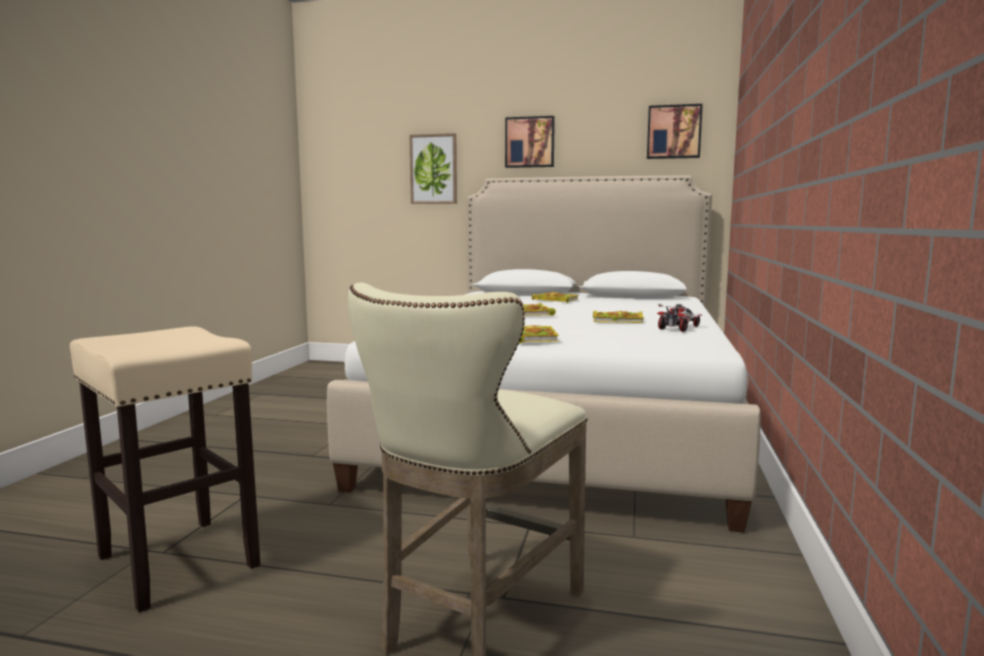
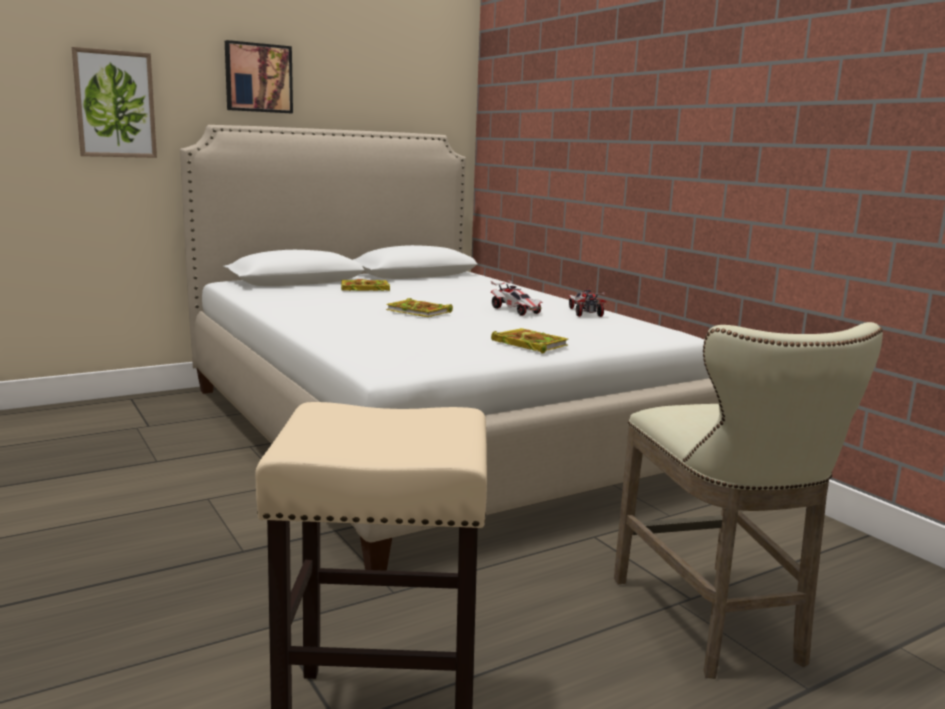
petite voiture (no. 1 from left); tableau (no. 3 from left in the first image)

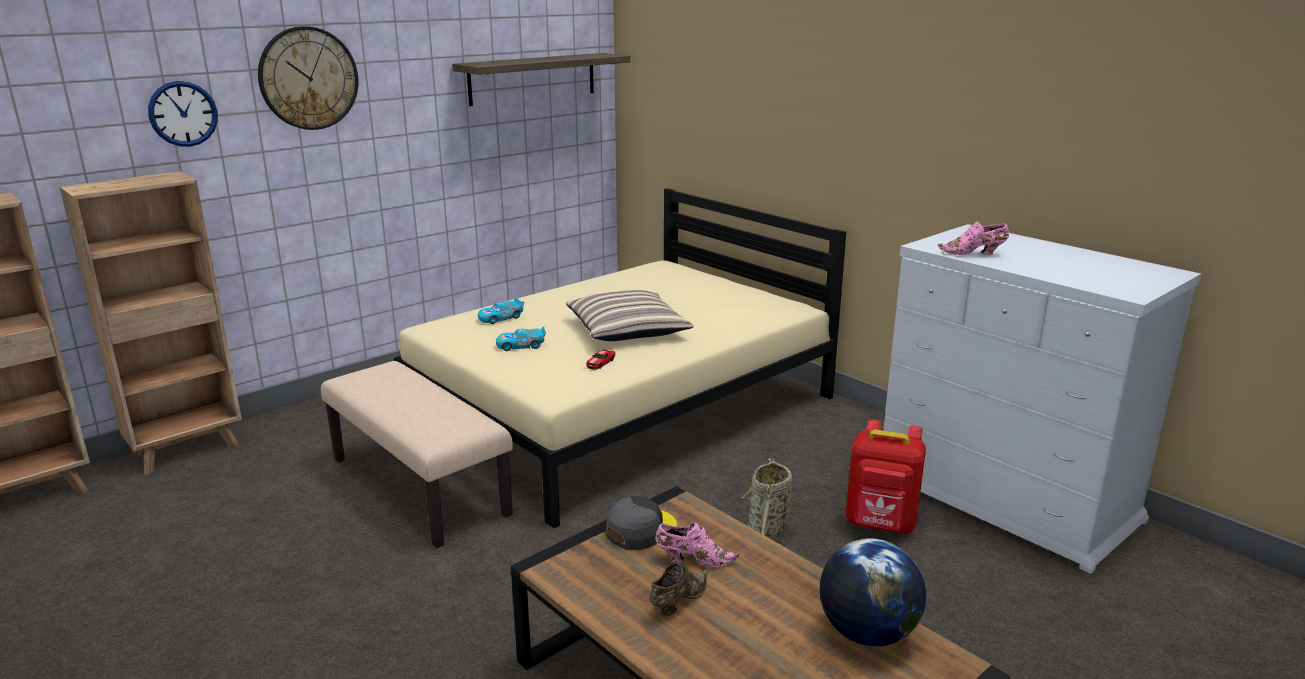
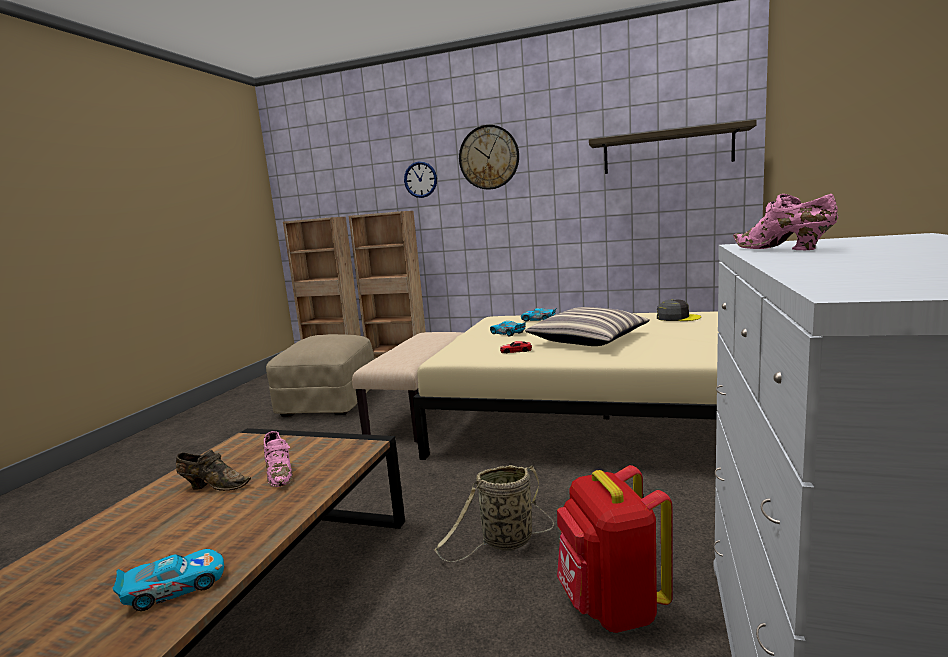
casquette [gris]; petite voiture (no. 1 from left); pouf [beige]

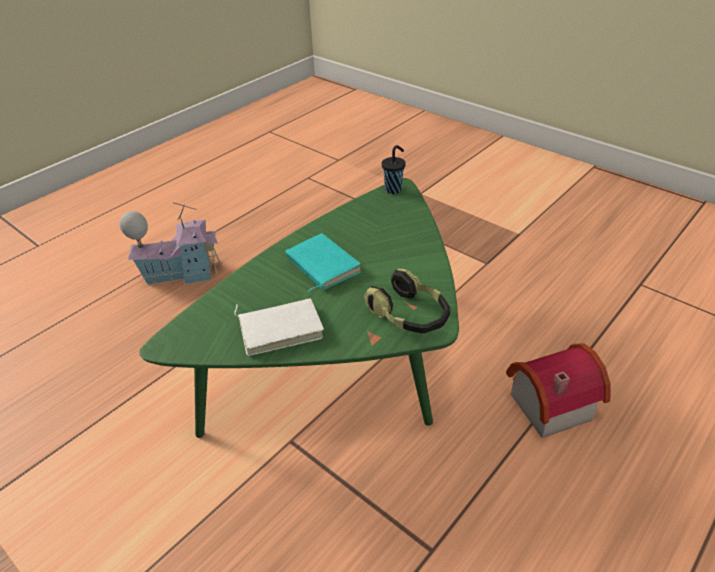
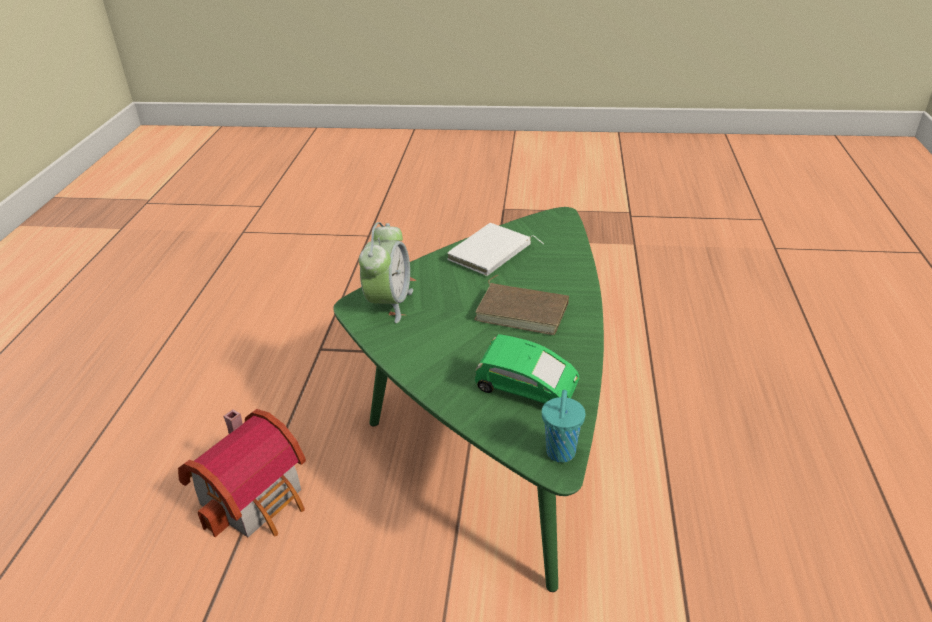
maison miniature (no. 1 from left in the first image); livre [marron]; réveil; tasse [turquoise]; petite voiture [vert]

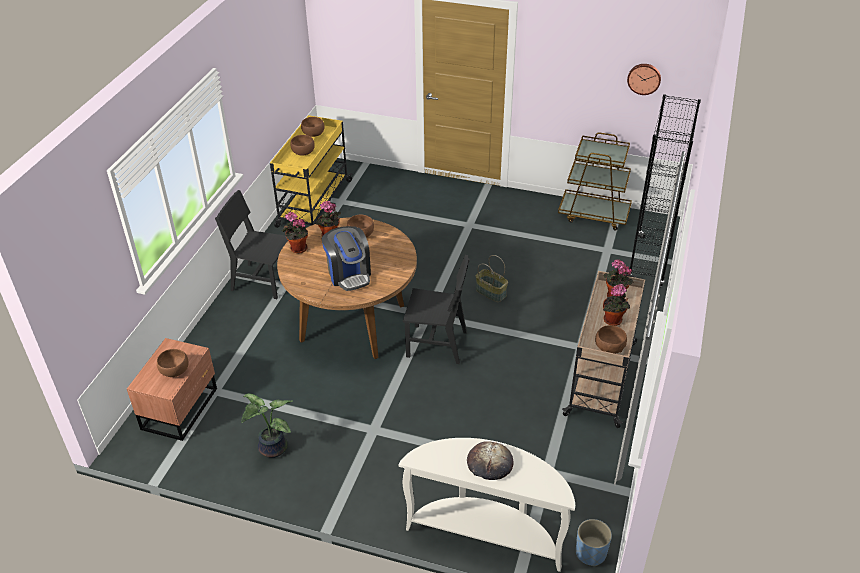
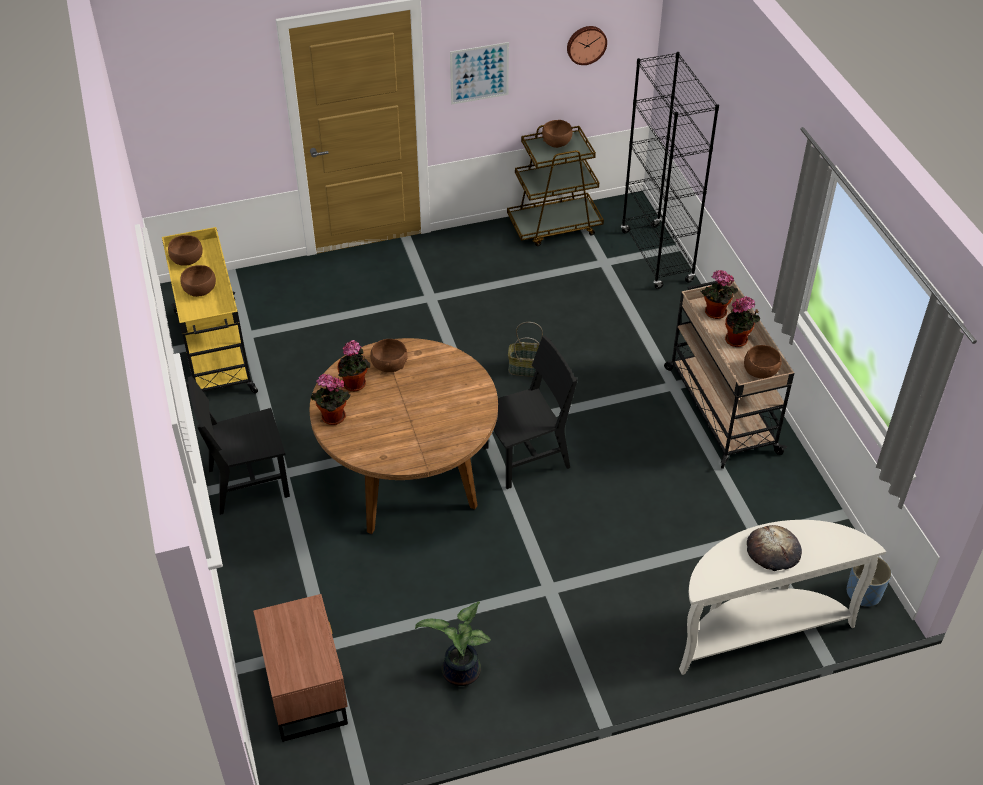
bol [marron] (no. 4 from left); machine à café; tableau

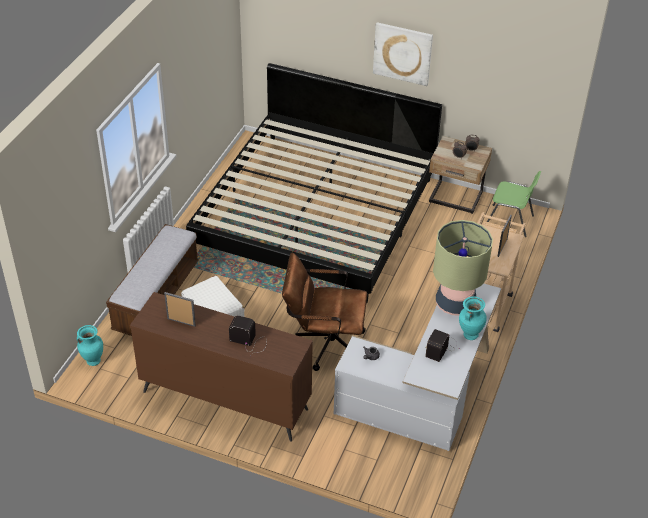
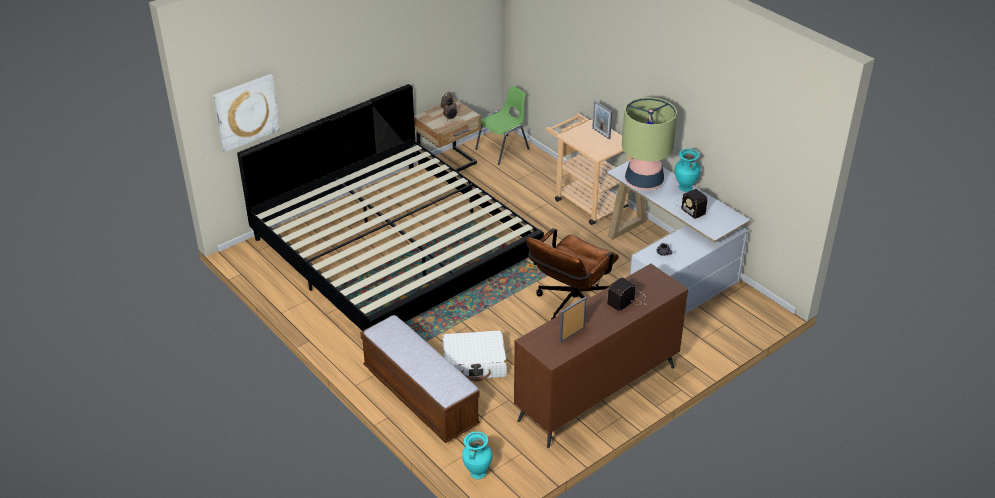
tableau

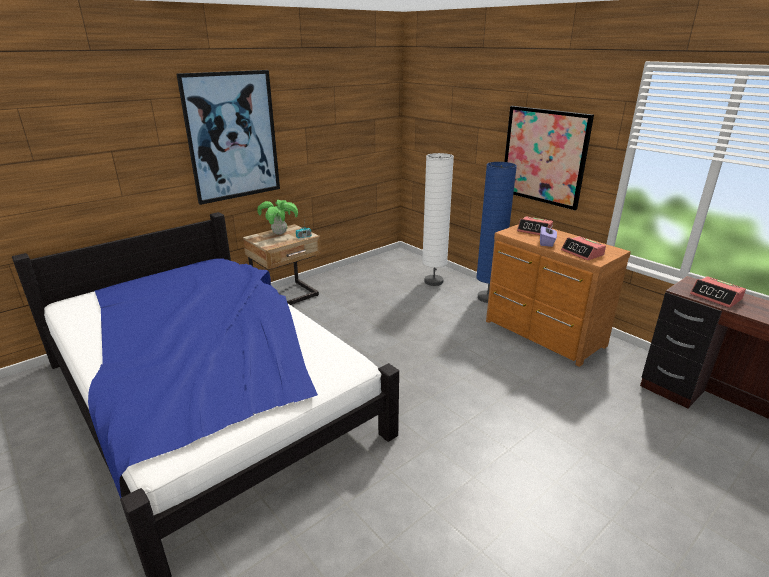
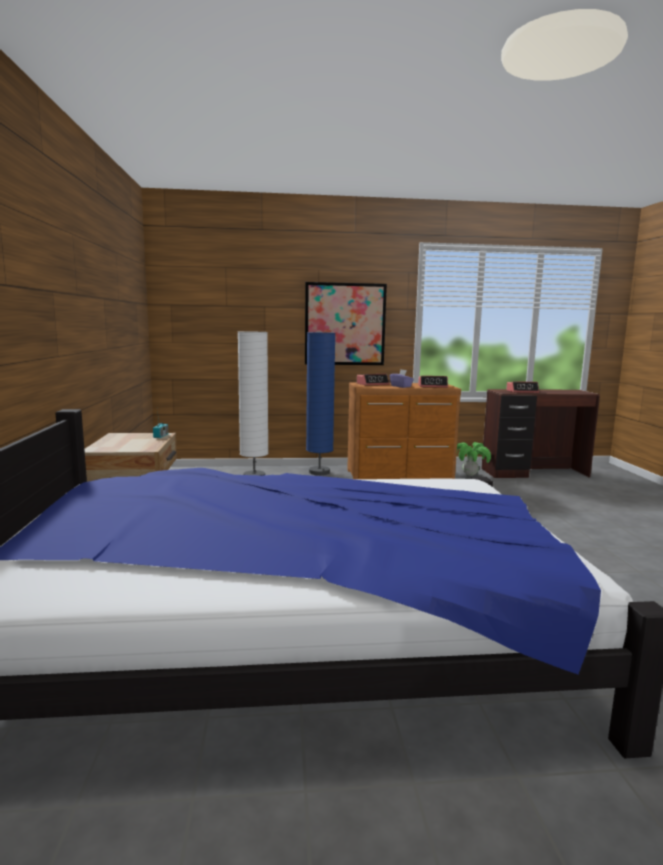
tableau (no. 1 from left in the first image); plante en pot

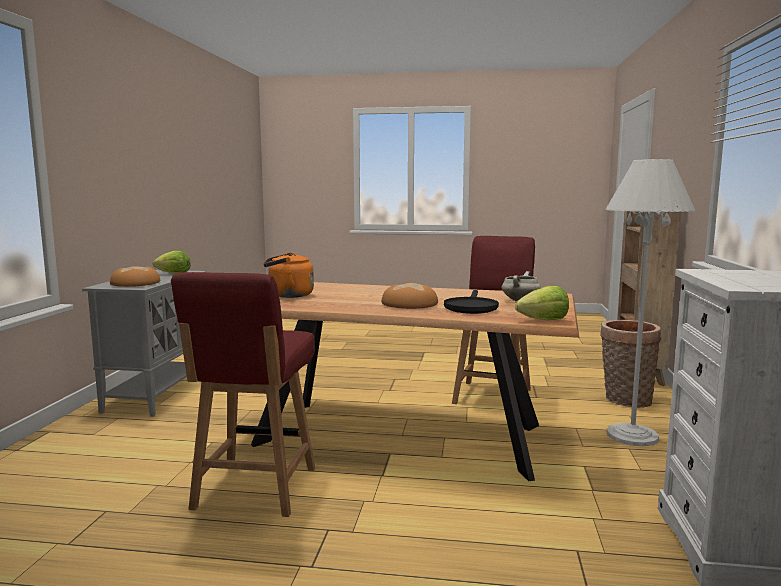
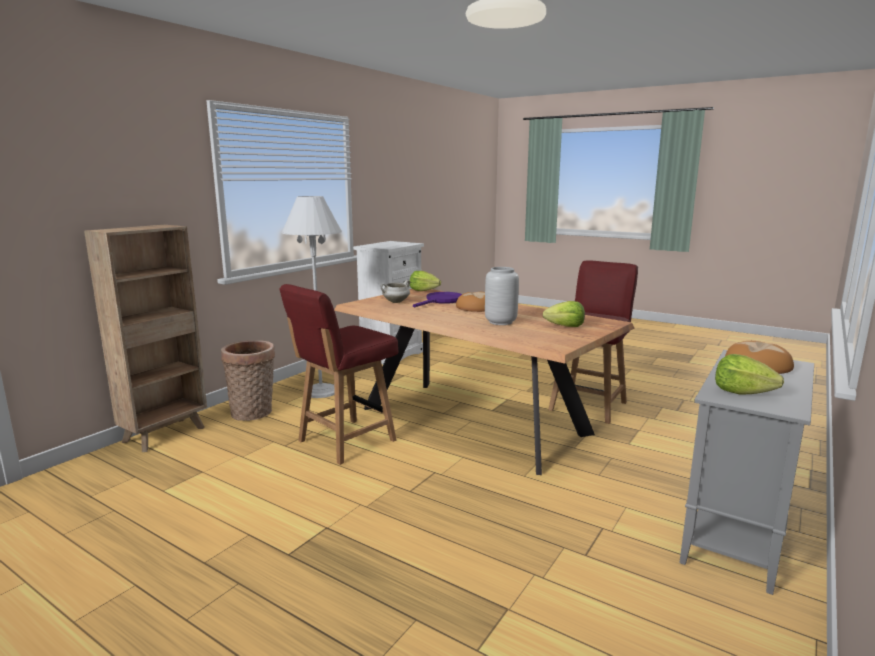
laitue (no. 2 from left); poêle [violet]; vase [gris]

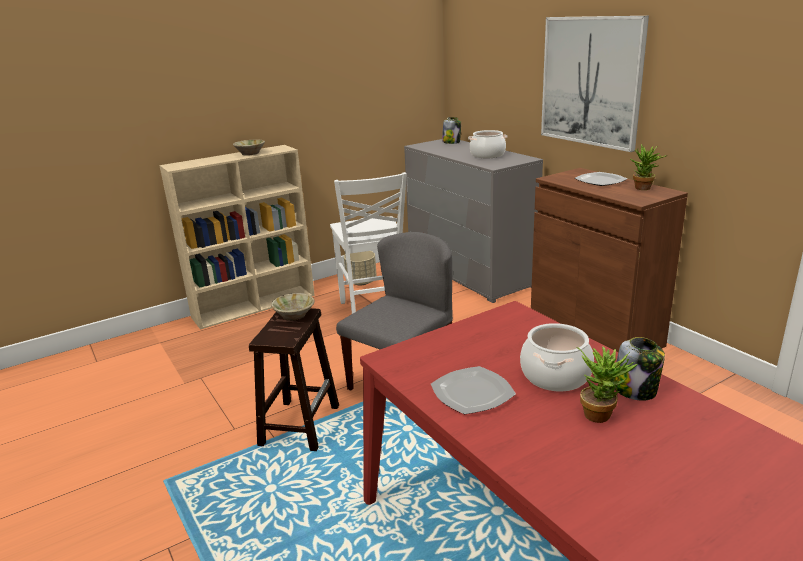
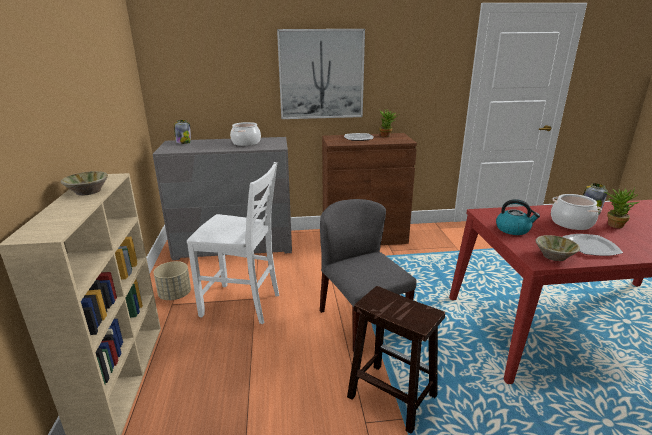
bol [beige] (no. 2 from left); bouilloire

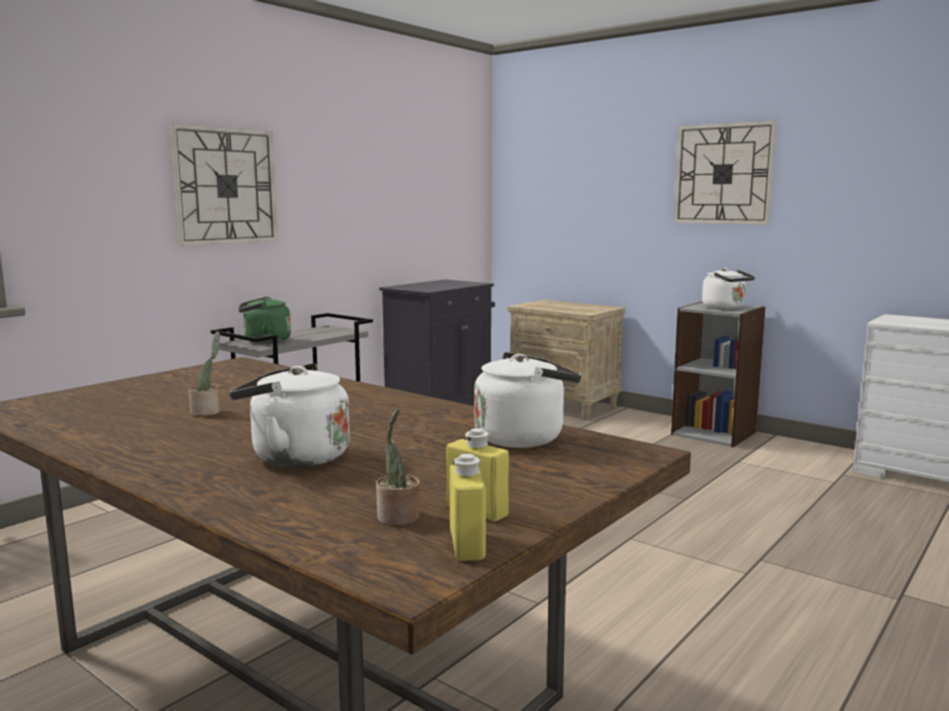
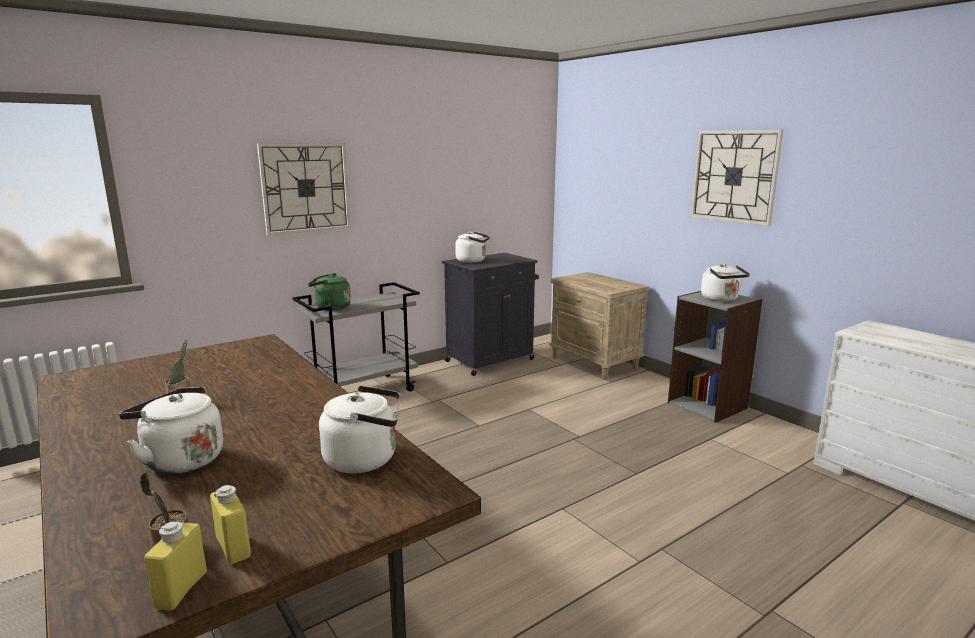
bouilloire [blanc] (no. 3 from left)

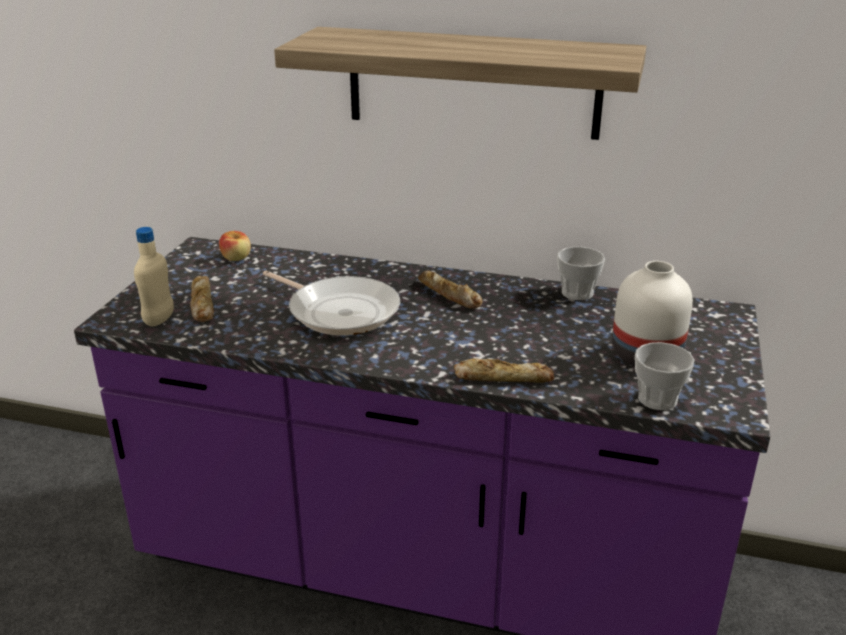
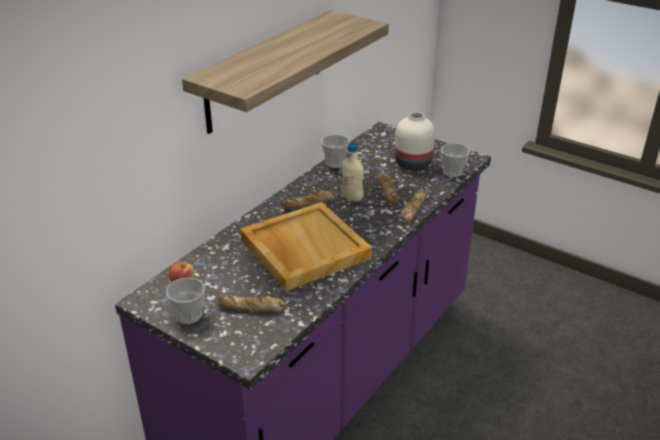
bouteille [beige]; plateau [beige]; tasse (no. 1 from left); pain (no. 3 from left)

